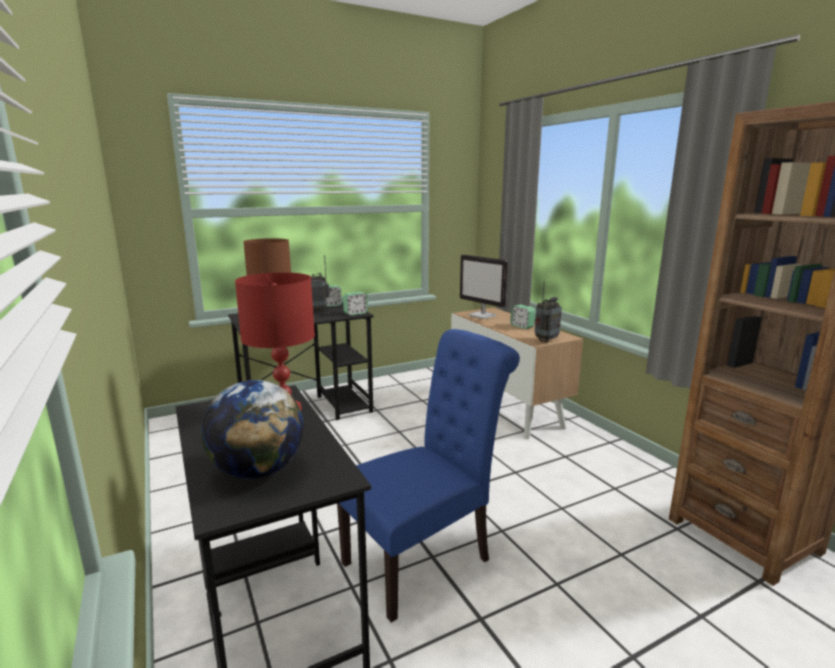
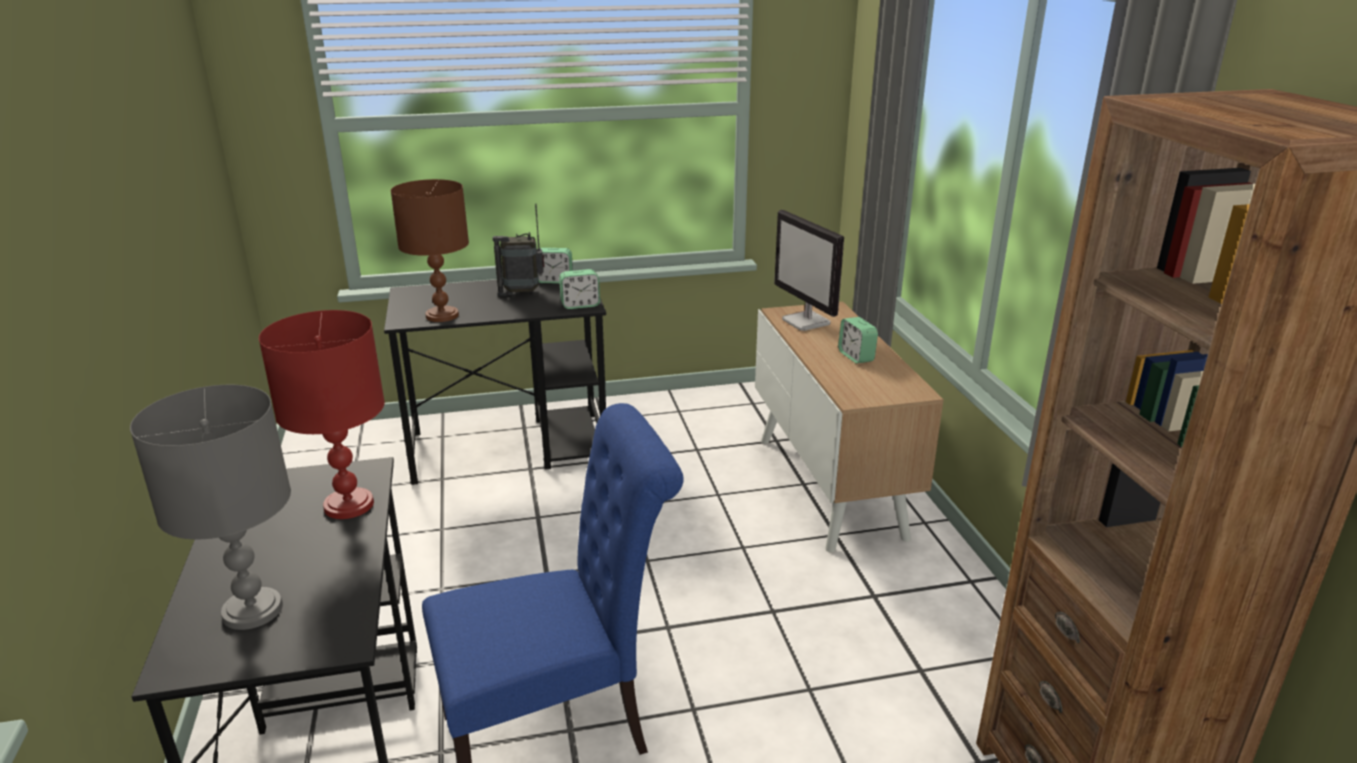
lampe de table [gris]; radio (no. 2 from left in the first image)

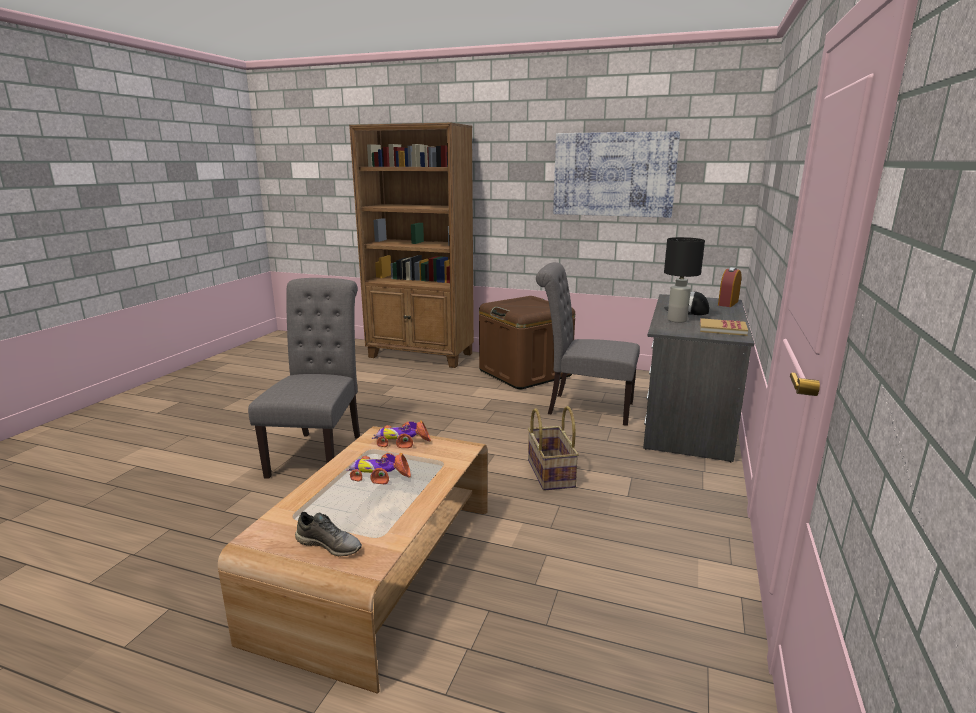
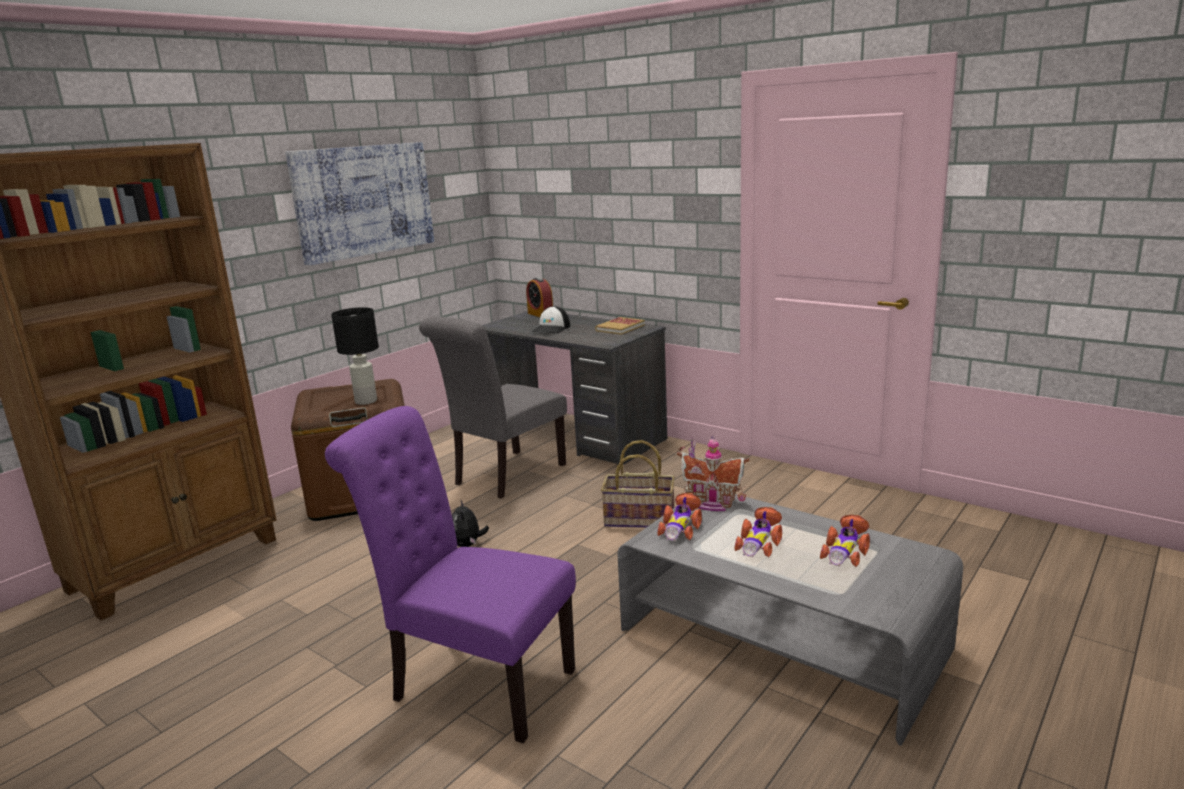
table basse [gris]; chaise [violet]; chaussure [gris]; lampe de table [noir]; peluche; maison miniature; petite voiture (no. 3 from left)

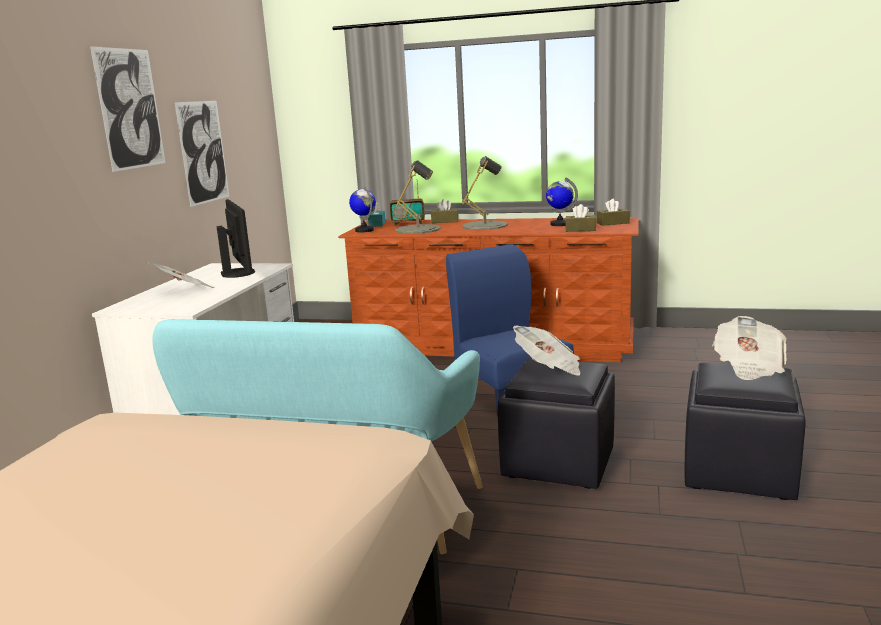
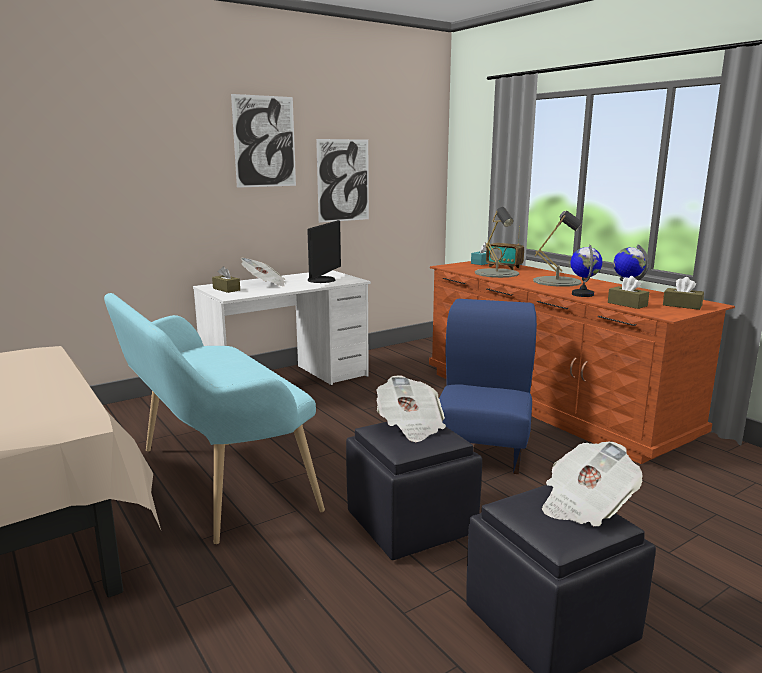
globe (no. 1 from left); boîte à mouchoirs [marron] (no. 1 from left)

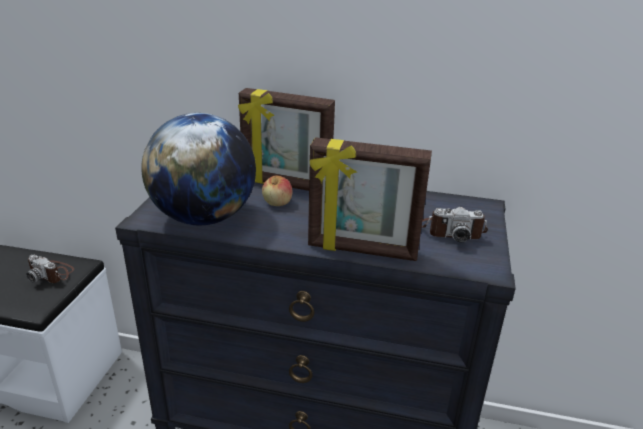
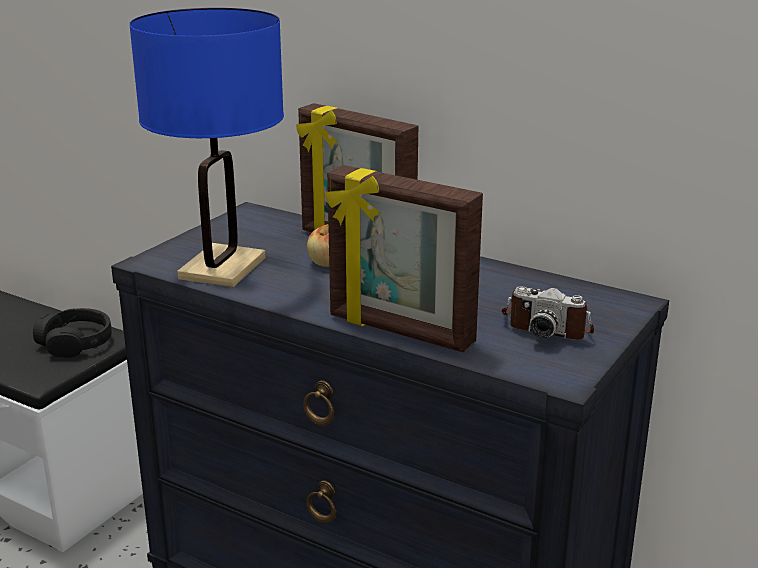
casque audio [noir]; lampe de table [bleu]

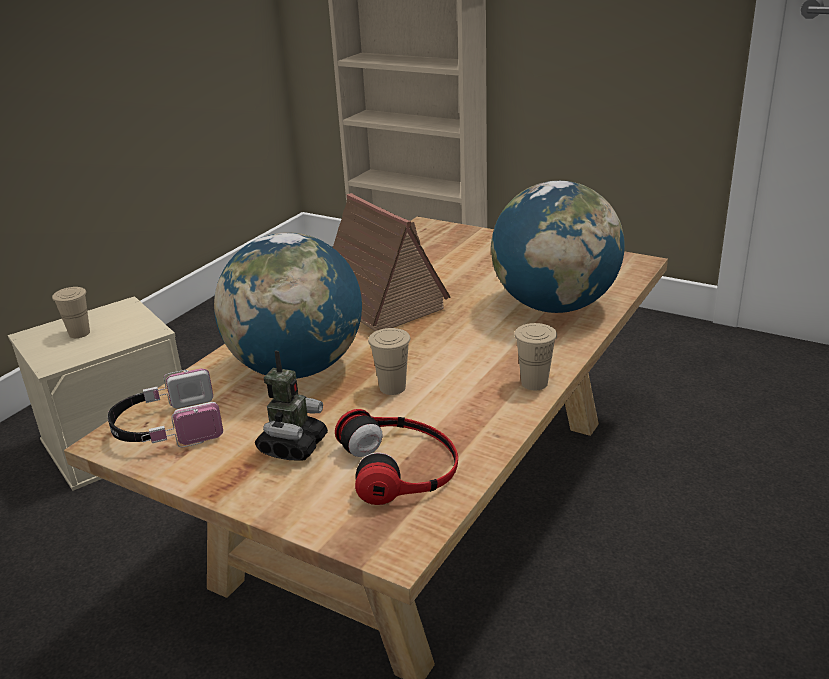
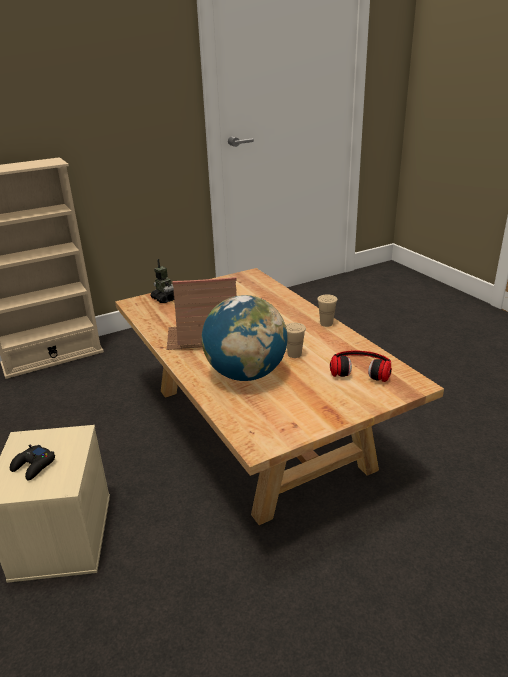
manette [noir]; casque audio (no. 1 from left in the first image); robot jouet; globe (no. 2 from left in the first image)

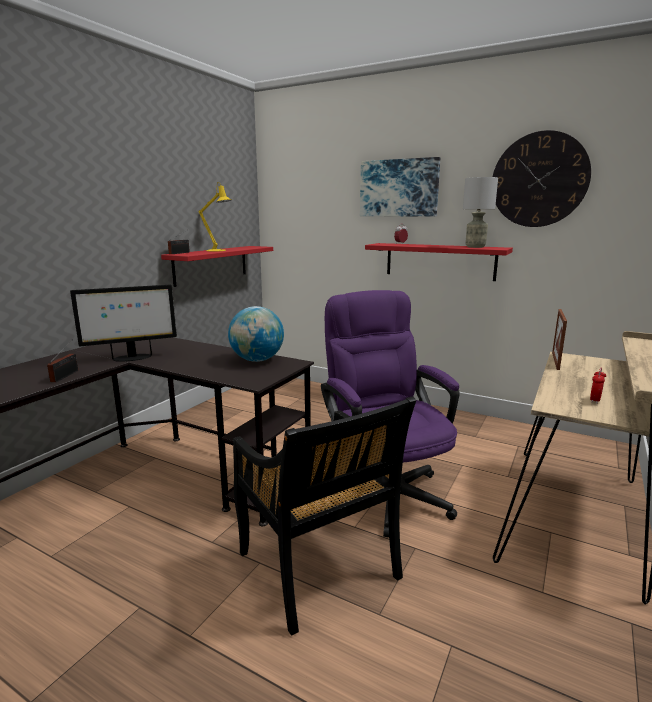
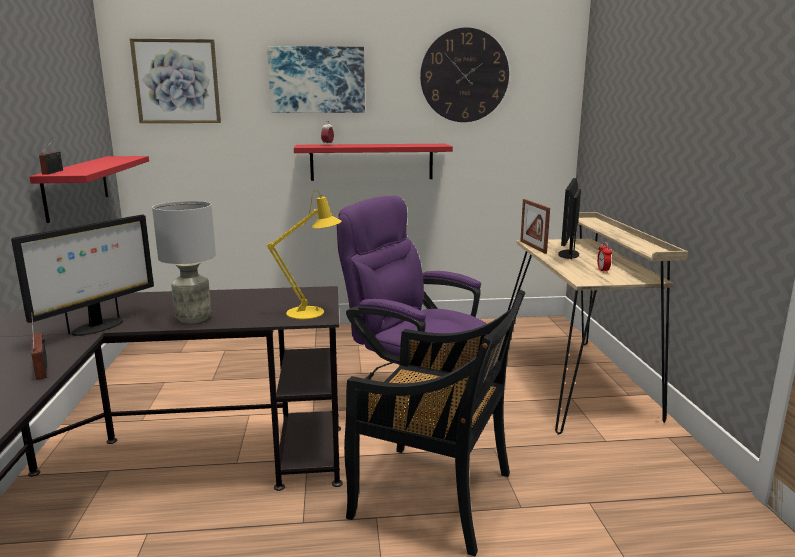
lampe de table [jaune]; globe; lampe de table [gris]; tableau (no. 1 from left); écran d'ordinateur (no. 2 from left)

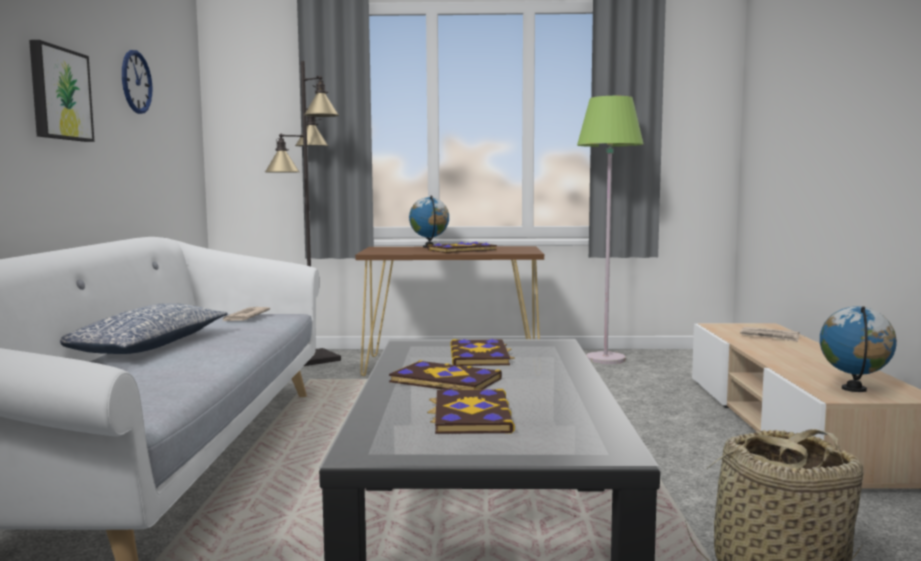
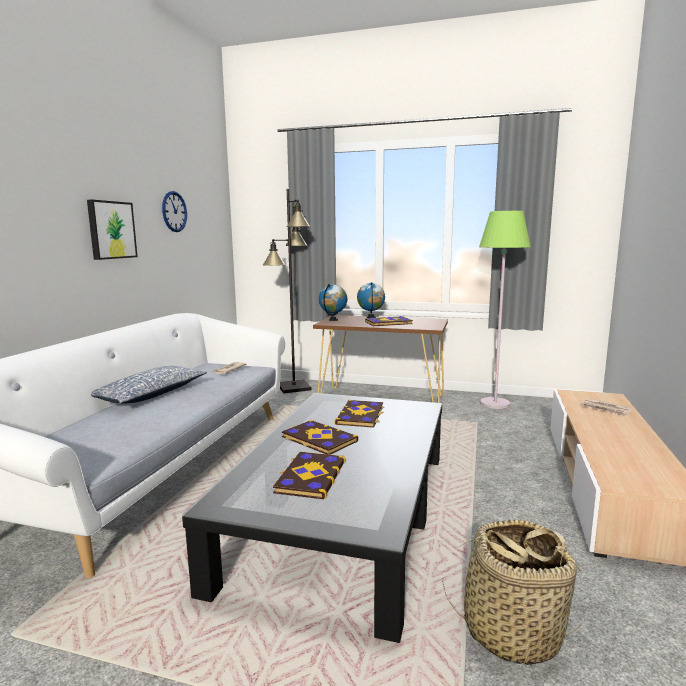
globe (no. 1 from left)

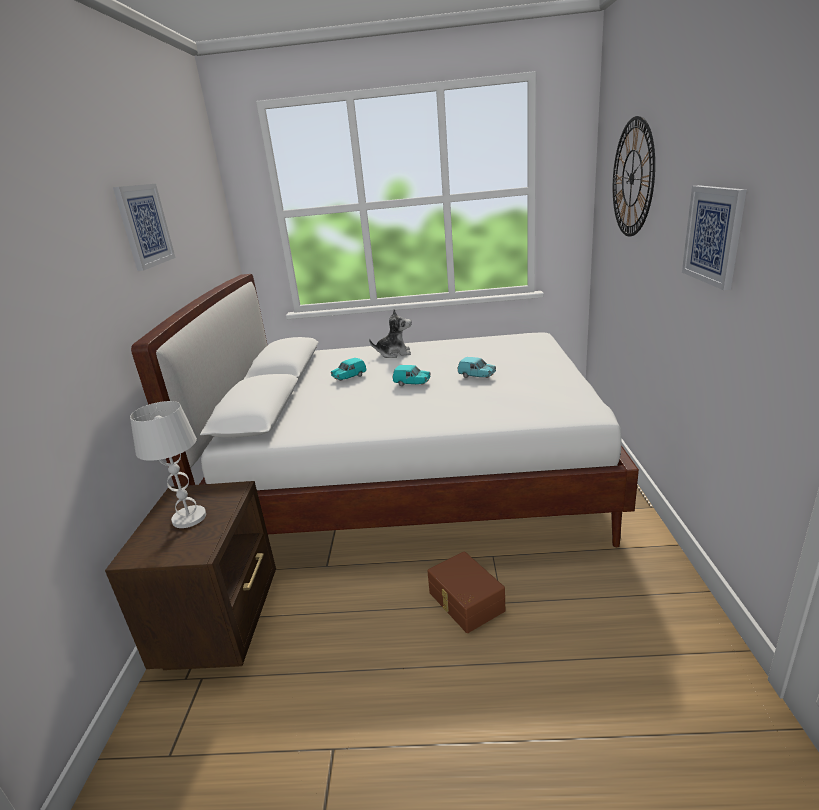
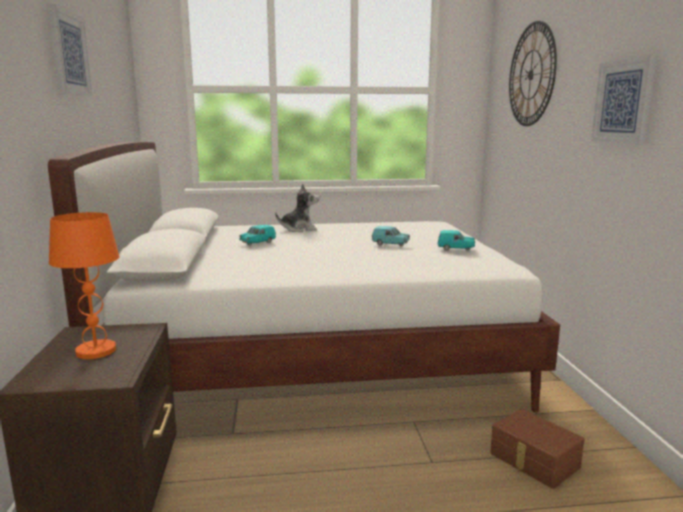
lampe de table [orange]; petite voiture [turquoise] (no. 3 from left); boîte de rangement [marron]

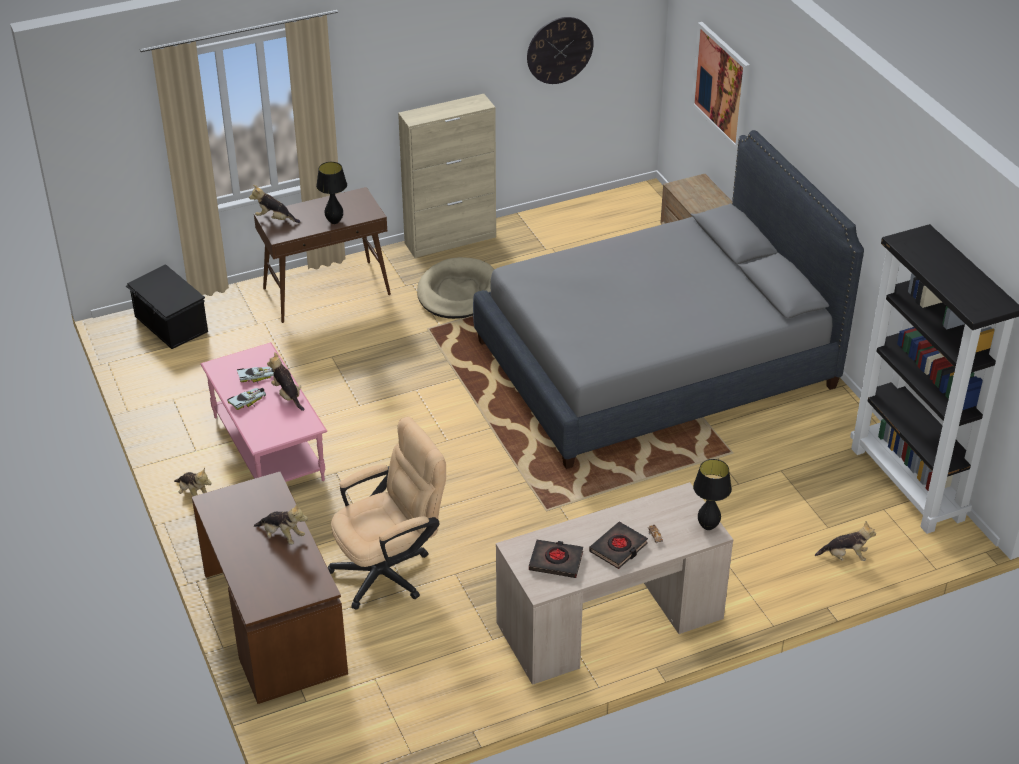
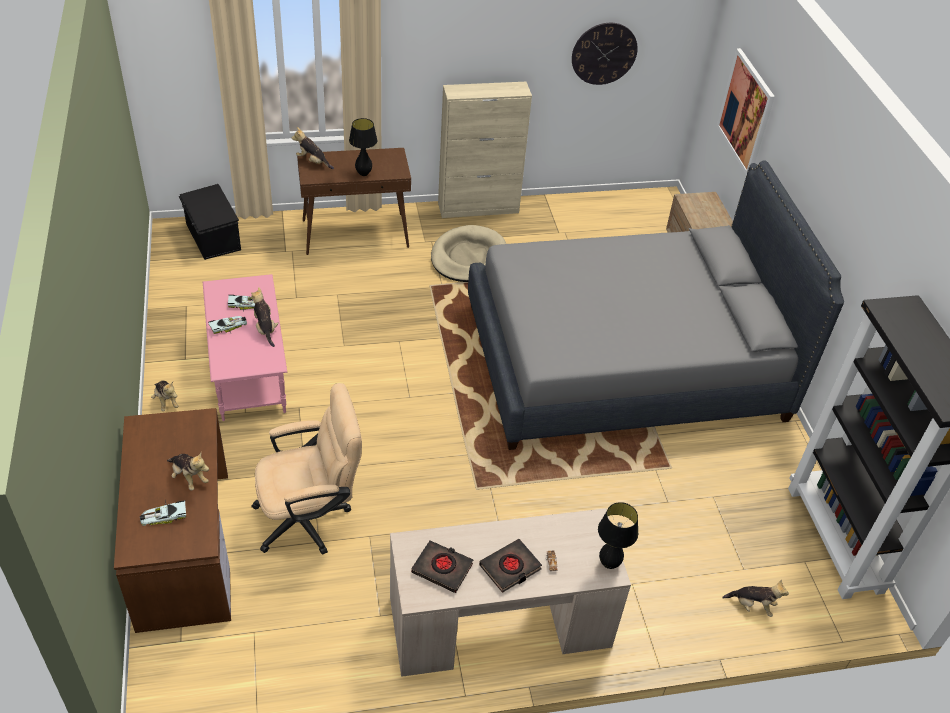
petite voiture (no. 1 from left)

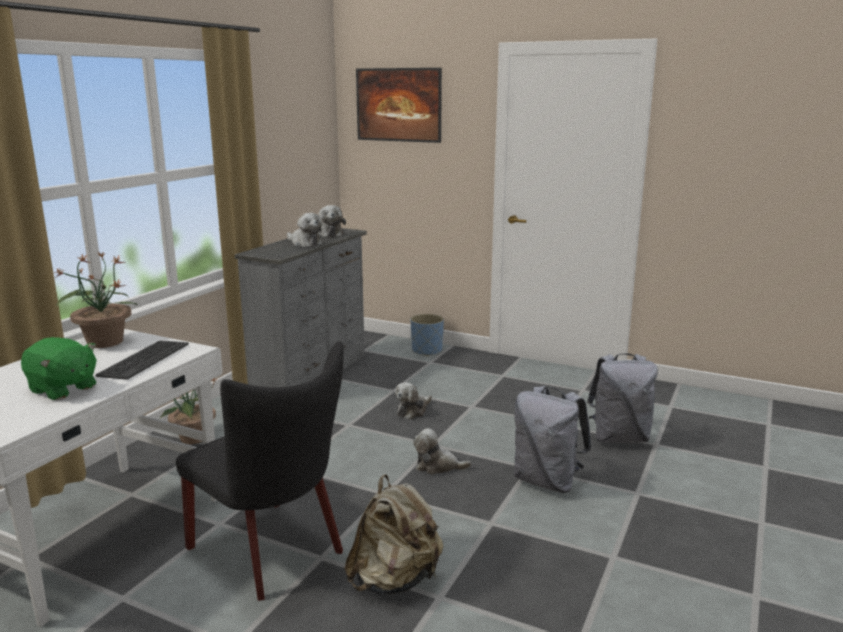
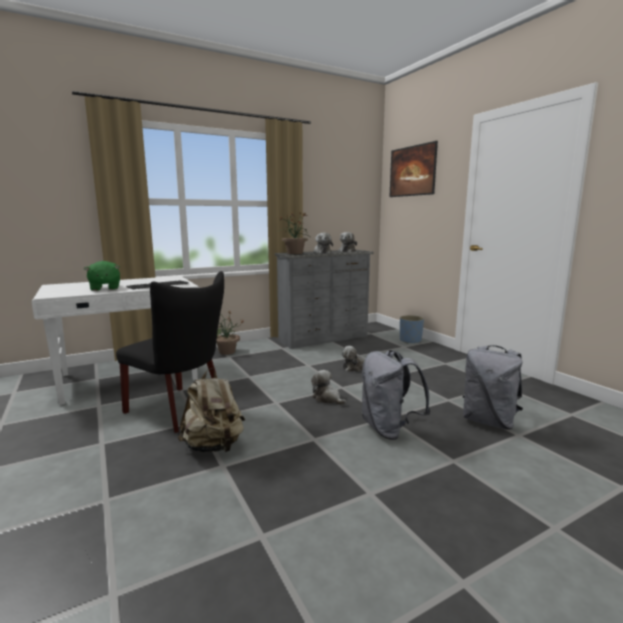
plante en pot (no. 2 from left); chaise [noir]

